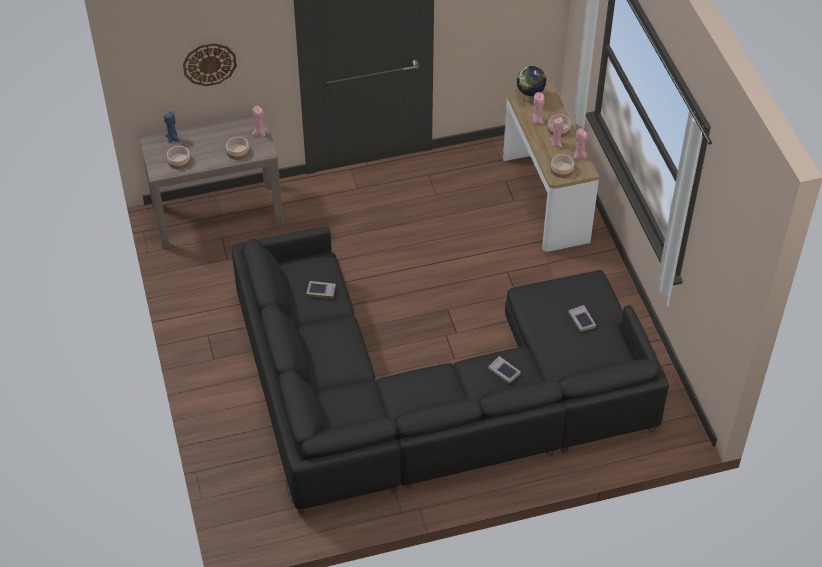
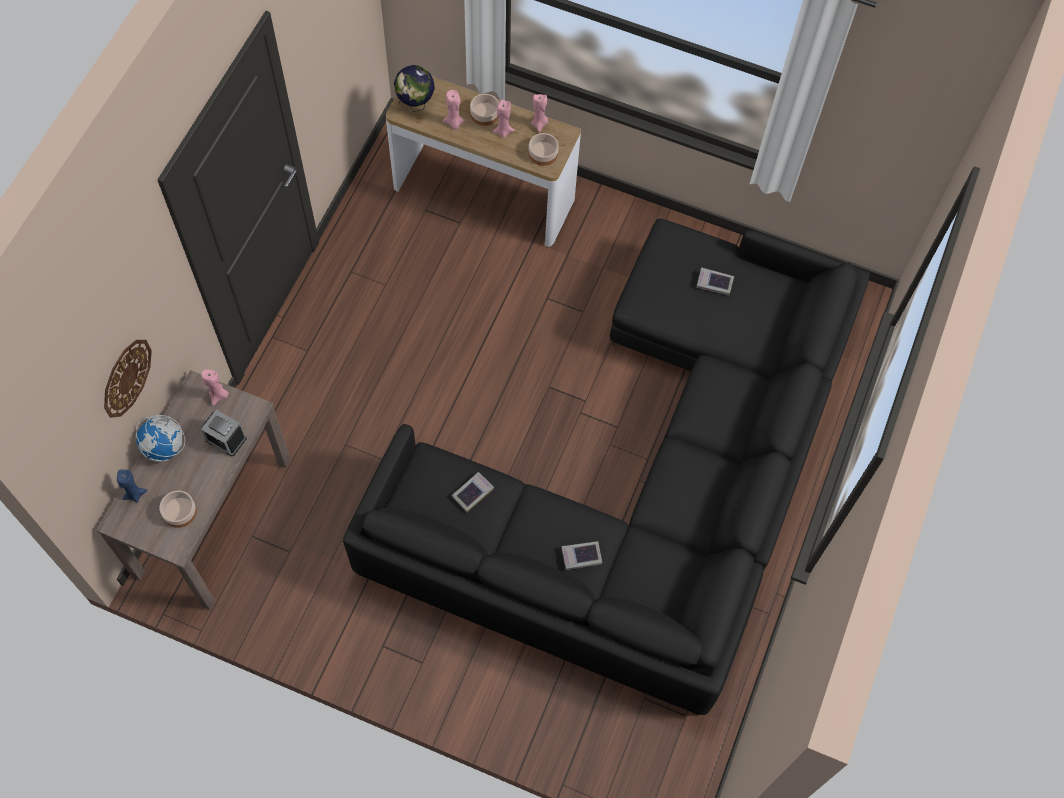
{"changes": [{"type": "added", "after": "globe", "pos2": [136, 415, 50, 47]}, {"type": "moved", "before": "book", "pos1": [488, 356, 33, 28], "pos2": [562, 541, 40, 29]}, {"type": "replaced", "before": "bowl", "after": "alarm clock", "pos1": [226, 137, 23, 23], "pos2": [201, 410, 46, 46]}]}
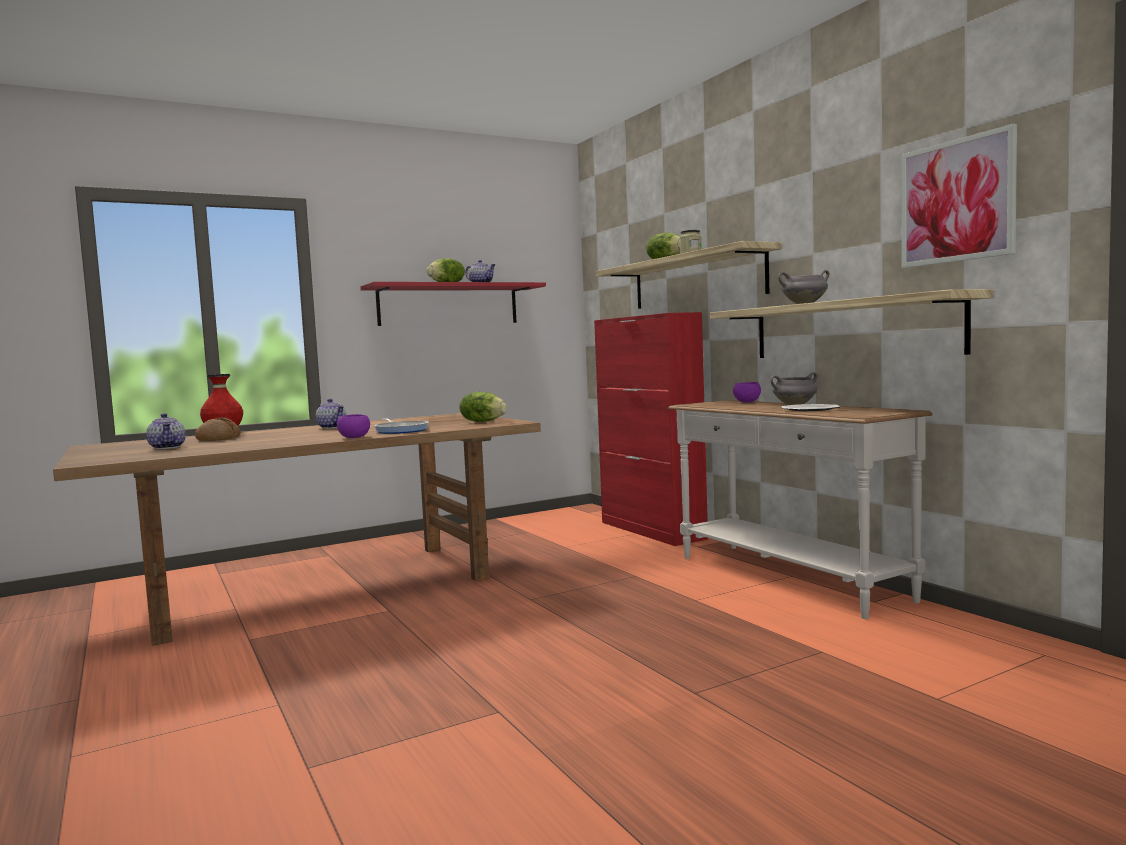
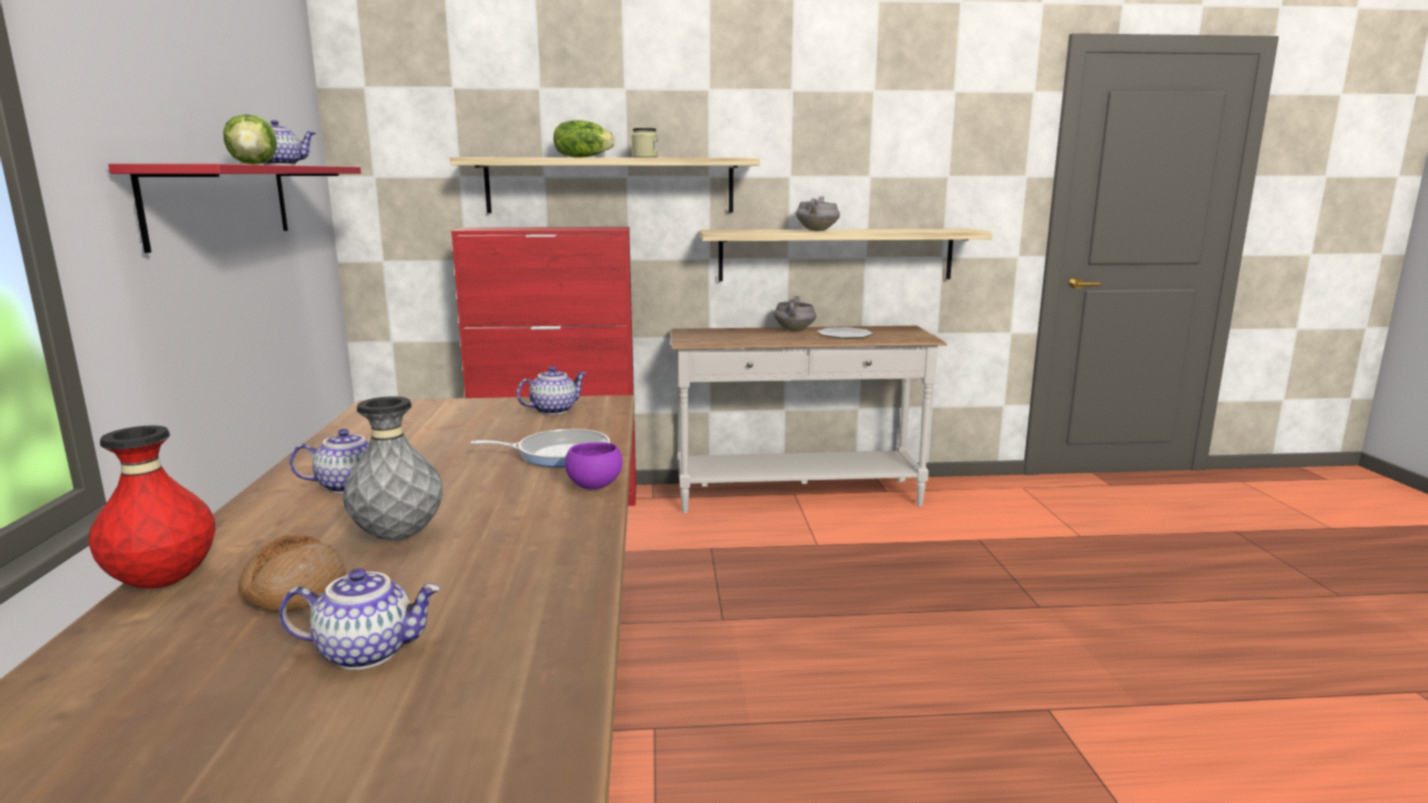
{"changes": [{"type": "removed", "before": "purple bowl", "pos1": [733, 382, 28, 21]}, {"type": "removed", "before": "picture", "pos1": [901, 124, 116, 144]}, {"type": "added", "after": "grey vase", "pos2": [342, 396, 100, 145]}, {"type": "replaced", "before": "lettuce", "after": "teapot", "pos1": [459, 392, 48, 30], "pos2": [517, 366, 70, 49]}]}
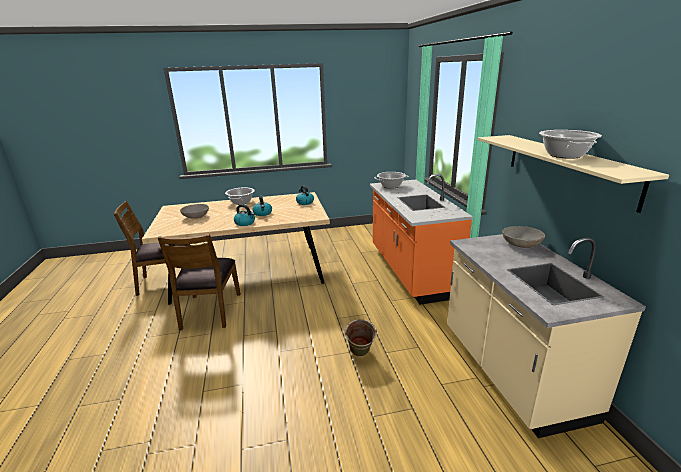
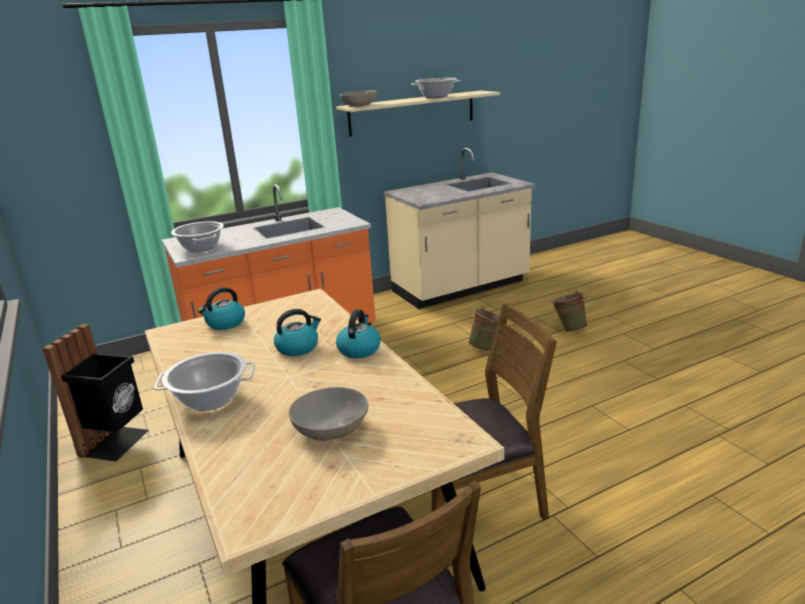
{"changes": [{"type": "added", "after": "black trash can", "pos2": [42, 324, 107, 137]}, {"type": "added", "after": "green bucket", "pos2": [551, 291, 37, 41]}, {"type": "moved", "before": "grey bowl", "pos1": [502, 226, 43, 22], "pos2": [339, 90, 39, 16]}]}
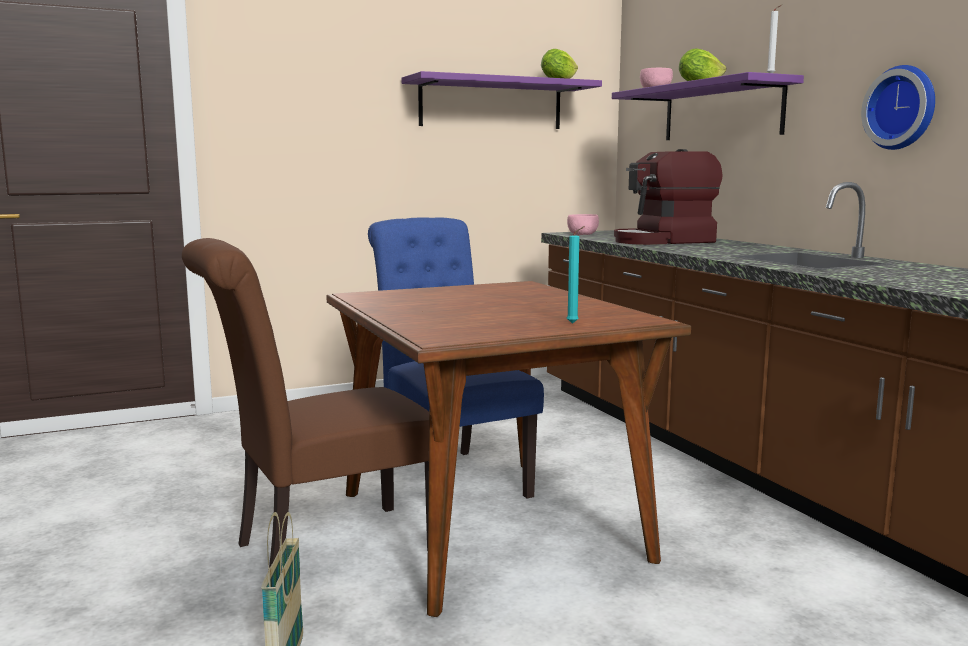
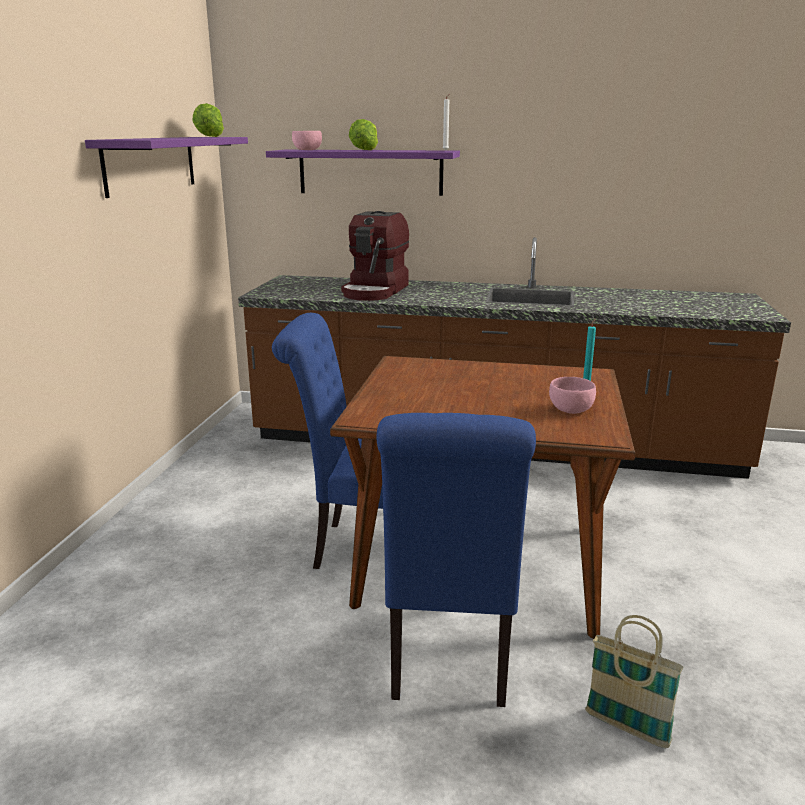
{"changes": [{"type": "removed", "before": "wall clock", "pos1": [861, 65, 74, 85]}, {"type": "moved", "before": "pink bowl", "pos1": [567, 214, 32, 21], "pos2": [549, 377, 47, 37]}, {"type": "recoloured", "before": "brown chair", "after": "blue chair", "pos1": [182, 238, 247, 329], "pos2": [377, 413, 159, 294]}]}
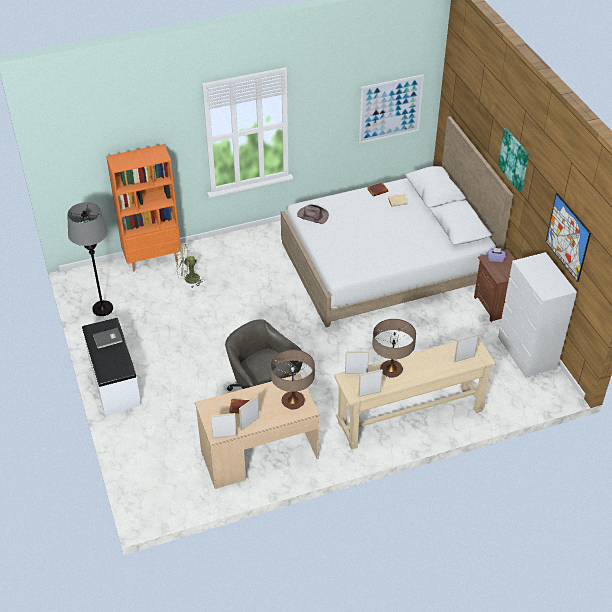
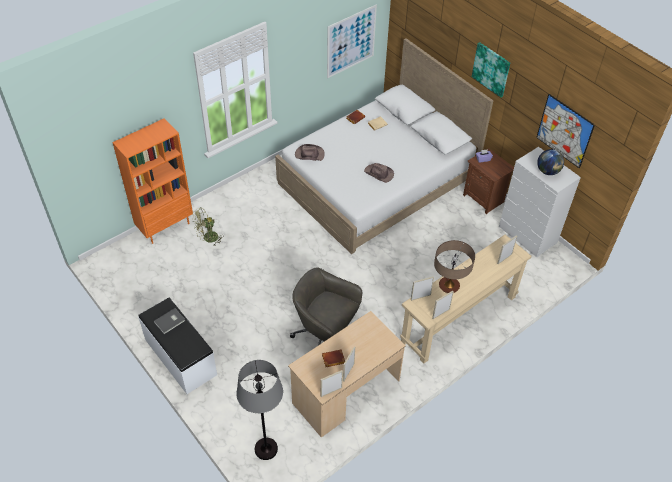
{"changes": [{"type": "removed", "before": "table lamp", "pos1": [271, 350, 44, 59]}, {"type": "added", "after": "brown hat", "pos2": [364, 163, 30, 20]}, {"type": "added", "after": "globe", "pos2": [537, 149, 27, 26]}, {"type": "moved", "before": "grey floor lamp", "pos1": [67, 202, 46, 114], "pos2": [236, 360, 47, 100]}]}
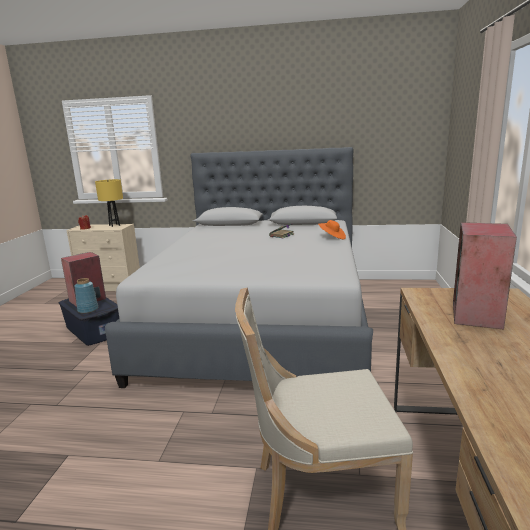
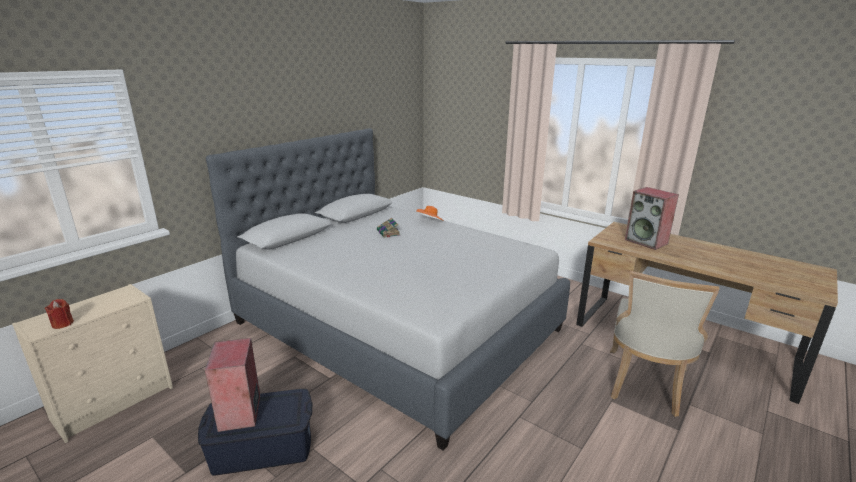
{"changes": [{"type": "removed", "before": "blue vase", "pos1": [74, 278, 24, 36]}, {"type": "removed", "before": "yellow table lamp", "pos1": [95, 179, 28, 48]}]}
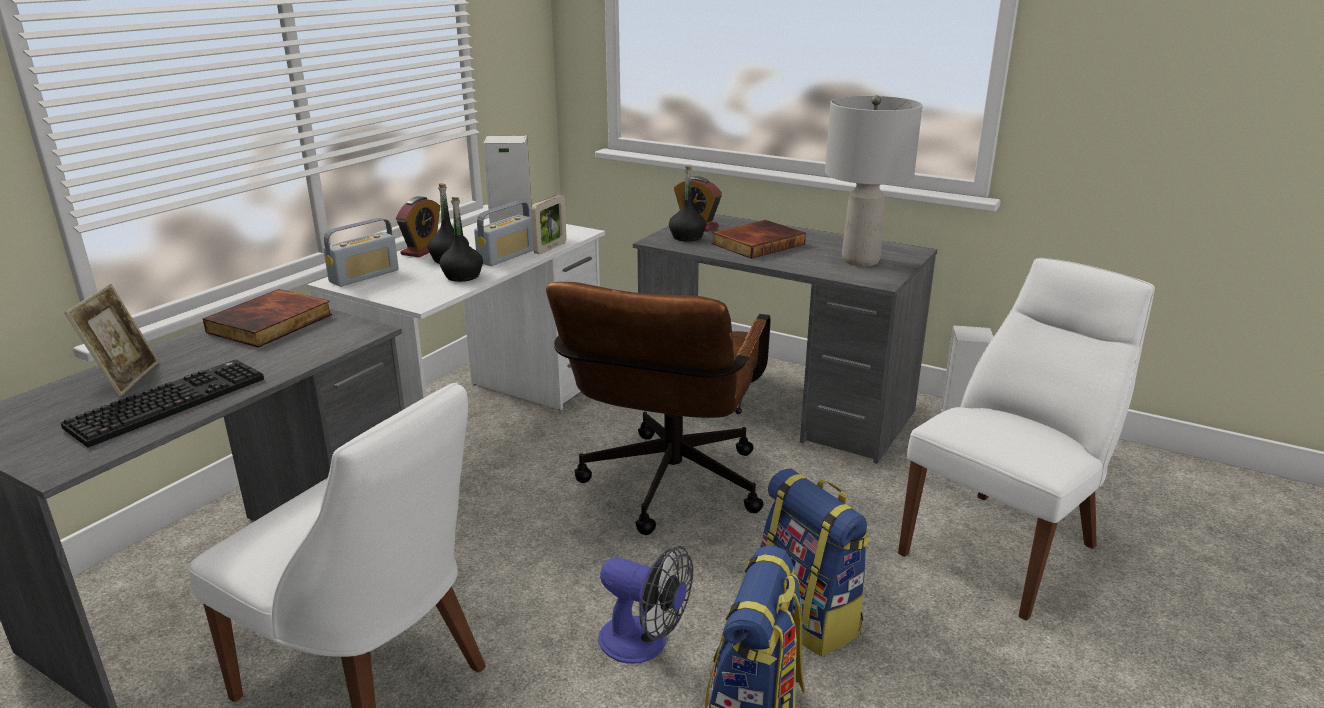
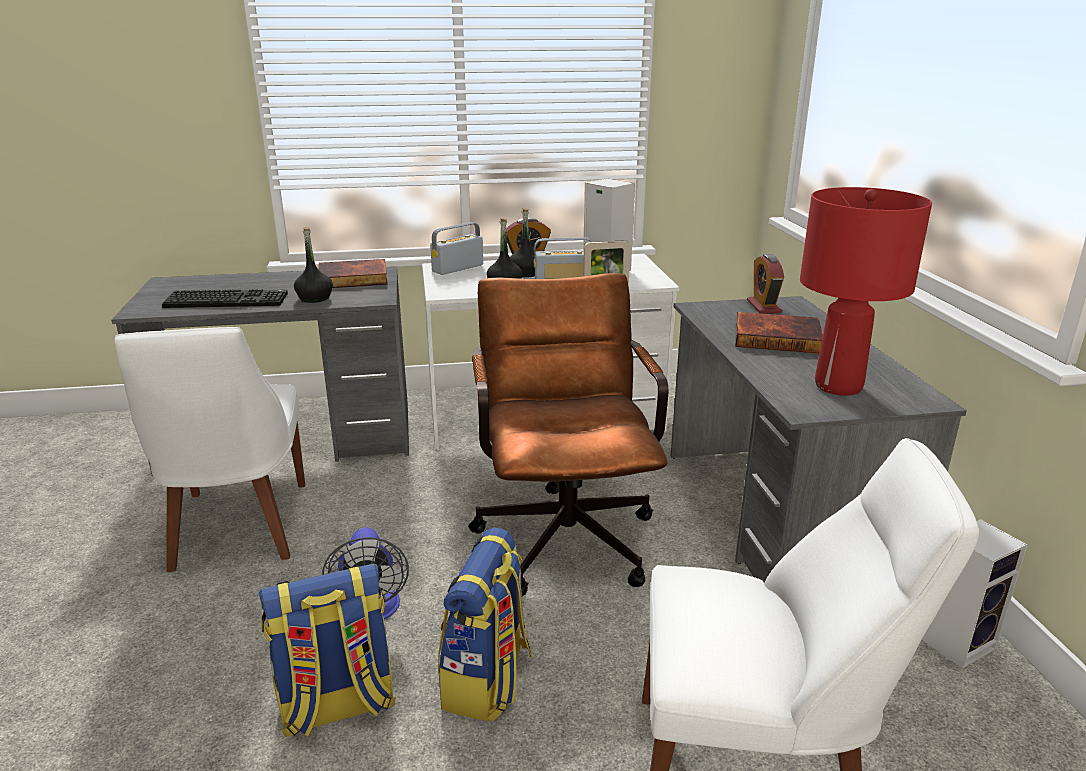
{"changes": [{"type": "removed", "before": "picture frame", "pos1": [64, 284, 95, 112]}, {"type": "moved", "before": "black bottle", "pos1": [669, 166, 37, 76], "pos2": [294, 227, 39, 76]}, {"type": "recoloured", "before": "grey table lamp", "after": "red table lamp", "pos1": [825, 95, 98, 171], "pos2": [800, 187, 132, 209]}, {"type": "turned", "before": "radio", "pos1": [323, 218, 76, 69], "pos2": [430, 222, 53, 53], "turn": 135}, {"type": "turned", "before": "brown office chair", "pos1": [546, 282, 224, 253], "pos2": [468, 273, 200, 323], "turn": 105}]}
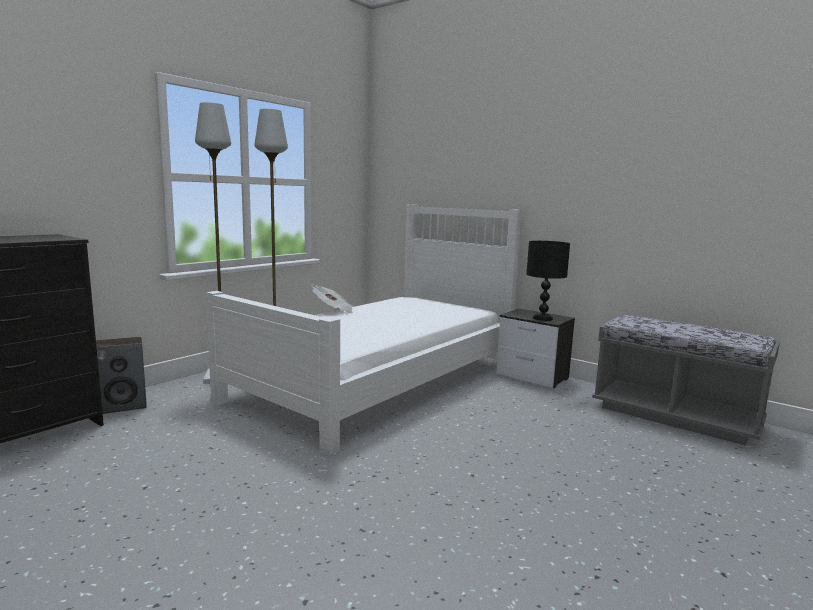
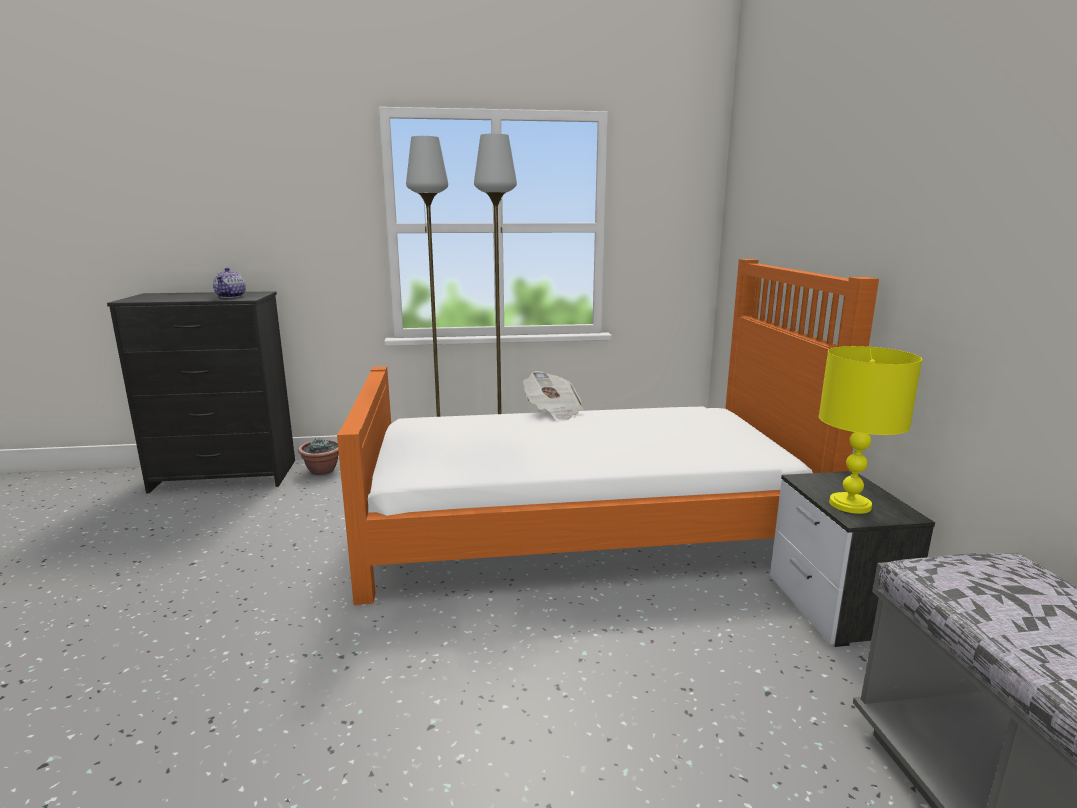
{"changes": [{"type": "added", "after": "teapot", "pos2": [213, 268, 33, 30]}, {"type": "replaced", "before": "speaker", "after": "potted plant", "pos1": [96, 337, 51, 77], "pos2": [298, 439, 41, 36]}, {"type": "recoloured", "before": "white bed", "after": "orange bed", "pos1": [206, 204, 317, 252], "pos2": [337, 259, 542, 346]}, {"type": "recoloured", "before": "black table lamp", "after": "yellow table lamp", "pos1": [526, 241, 44, 80], "pos2": [819, 346, 103, 168]}]}
